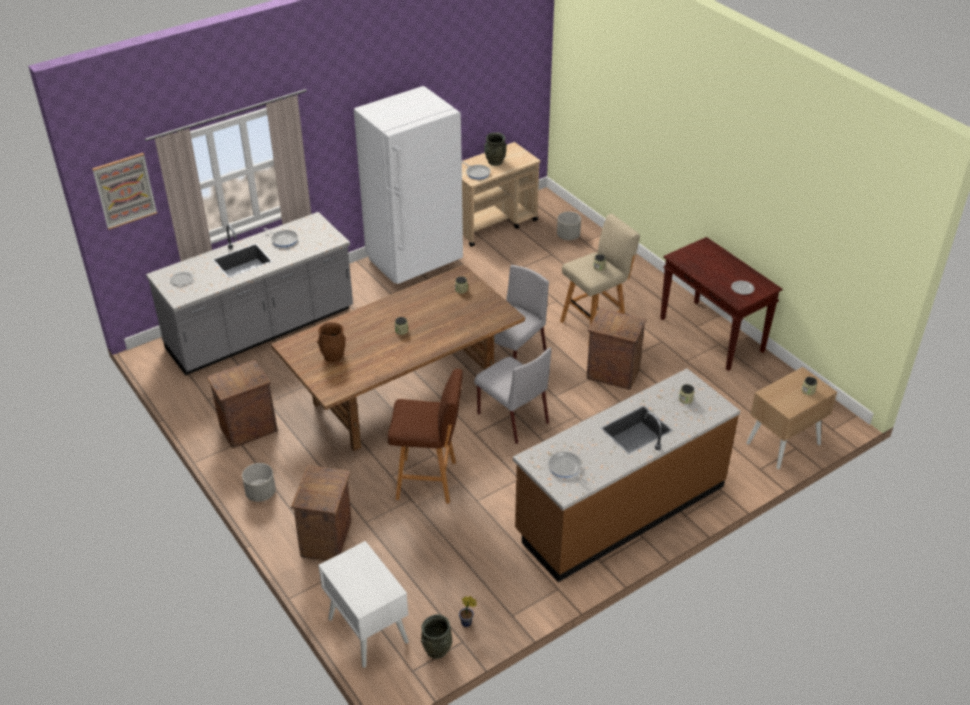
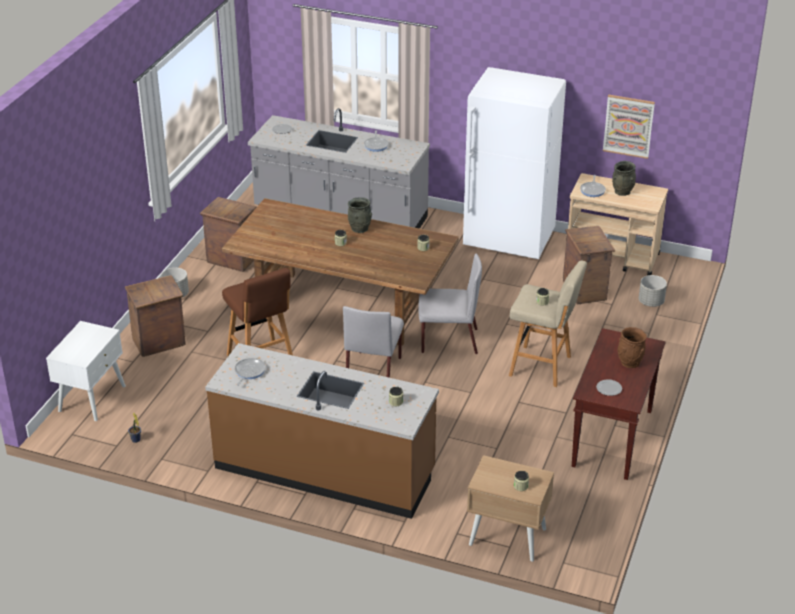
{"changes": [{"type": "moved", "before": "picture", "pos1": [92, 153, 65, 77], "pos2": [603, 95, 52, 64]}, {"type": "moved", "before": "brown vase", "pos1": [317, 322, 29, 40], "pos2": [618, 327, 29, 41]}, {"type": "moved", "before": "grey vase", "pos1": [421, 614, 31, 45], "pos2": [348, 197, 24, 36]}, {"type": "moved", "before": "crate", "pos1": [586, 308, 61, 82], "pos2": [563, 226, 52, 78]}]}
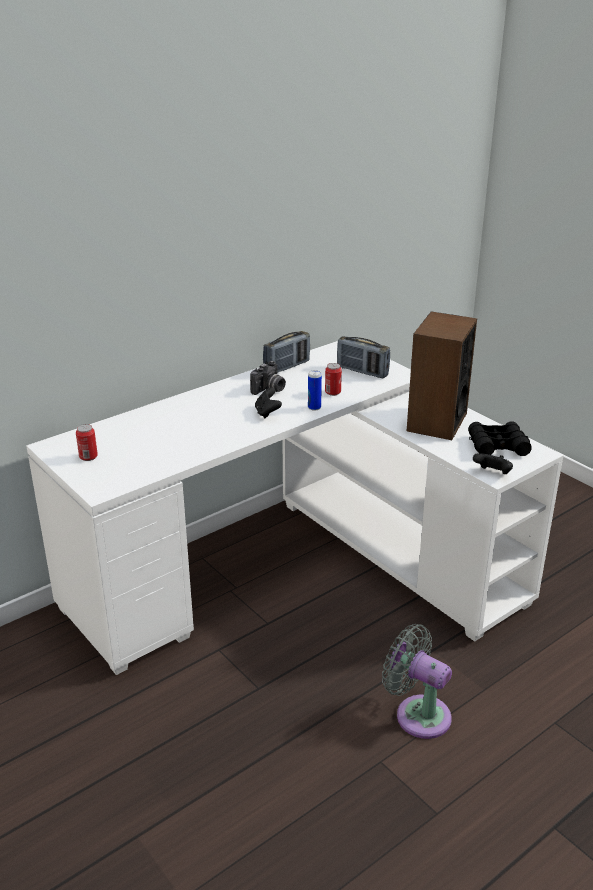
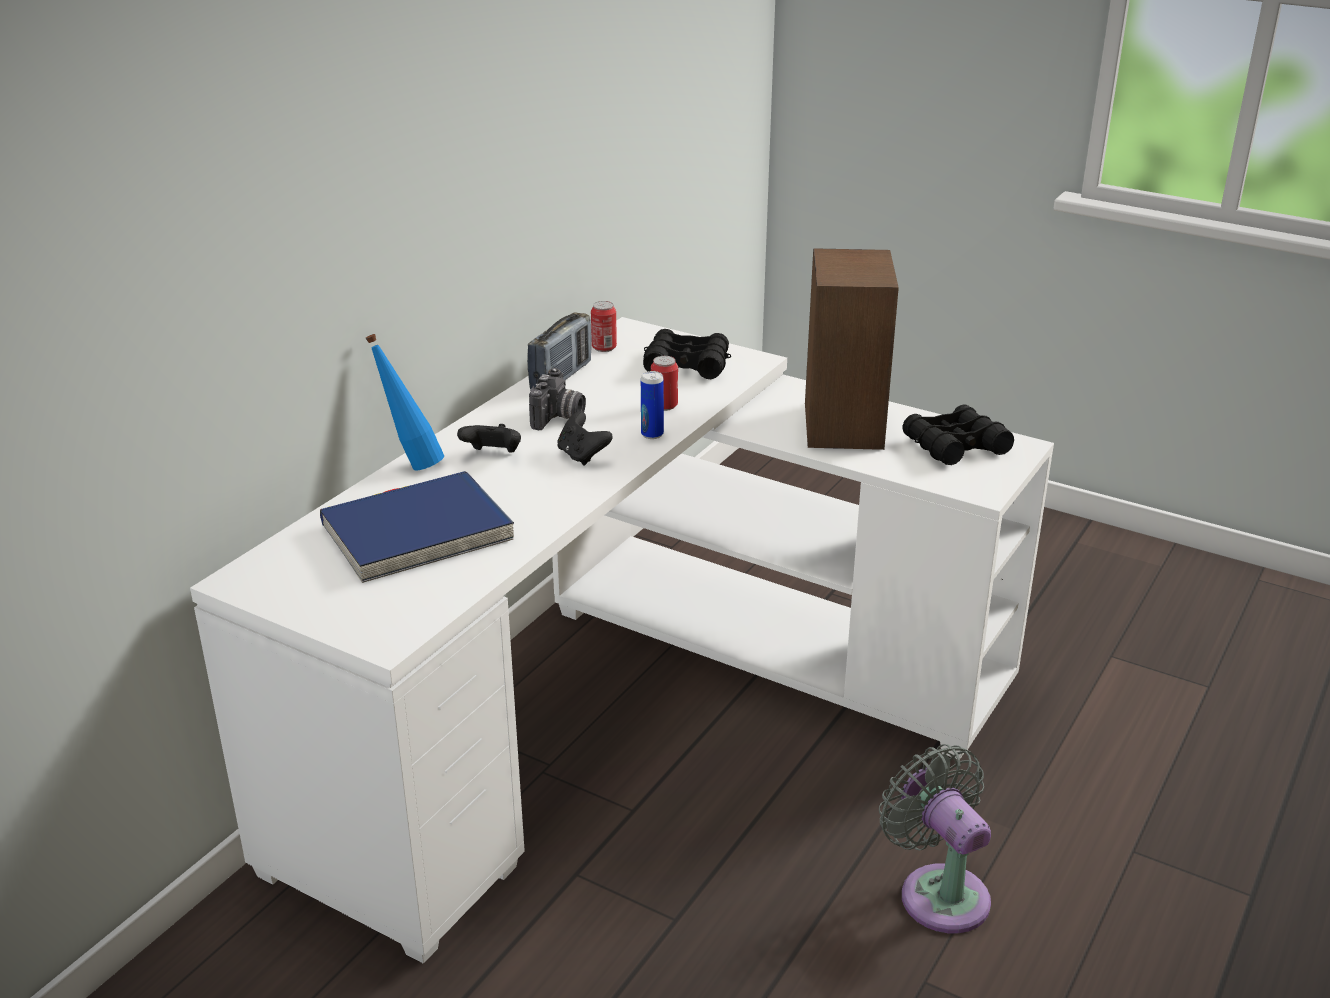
{"changes": [{"type": "added", "after": "blue book", "pos2": [320, 471, 194, 112]}, {"type": "added", "after": "blue bottle", "pos2": [365, 334, 79, 136]}, {"type": "moved", "before": "can", "pos1": [76, 424, 22, 37], "pos2": [591, 301, 26, 51]}, {"type": "moved", "before": "black game controller", "pos1": [473, 453, 40, 21], "pos2": [457, 424, 64, 29]}, {"type": "replaced", "before": "radio", "after": "black binoculars", "pos1": [337, 336, 53, 42], "pos2": [643, 329, 88, 50]}, {"type": "turned", "before": "grey fan", "pos1": [382, 624, 70, 115], "pos2": [879, 744, 112, 189], "turn": 45}]}
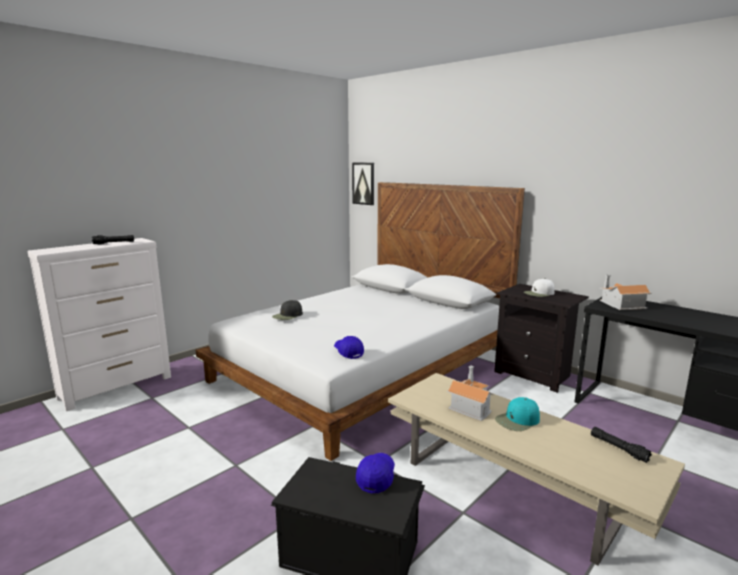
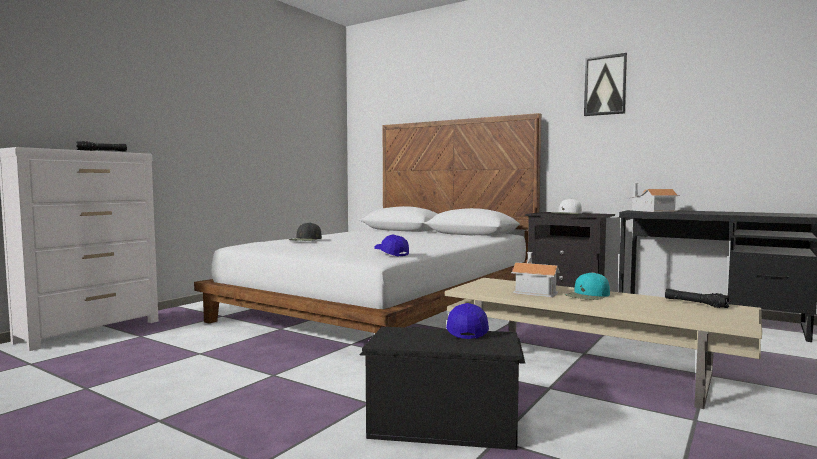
{"changes": [{"type": "moved", "before": "picture", "pos1": [352, 163, 22, 42], "pos2": [584, 53, 44, 63]}]}
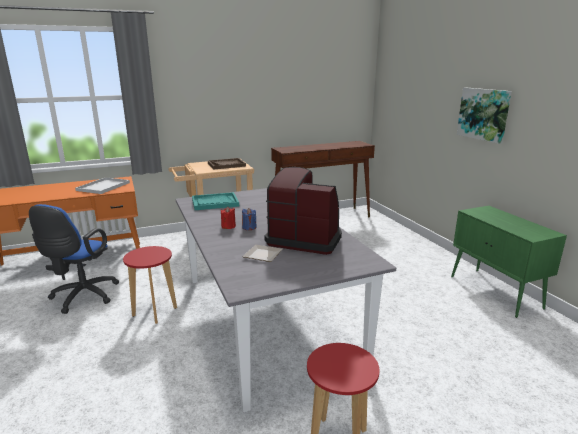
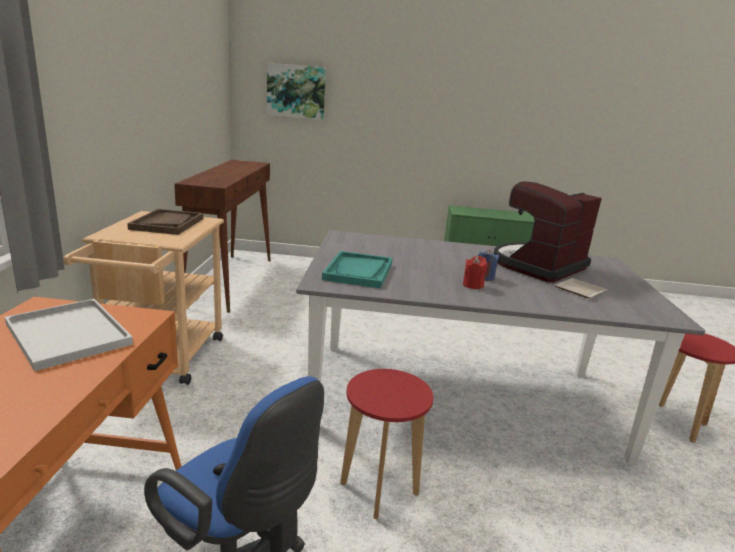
{"changes": [{"type": "moved", "before": "picture", "pos1": [457, 88, 55, 56], "pos2": [267, 63, 59, 57]}]}
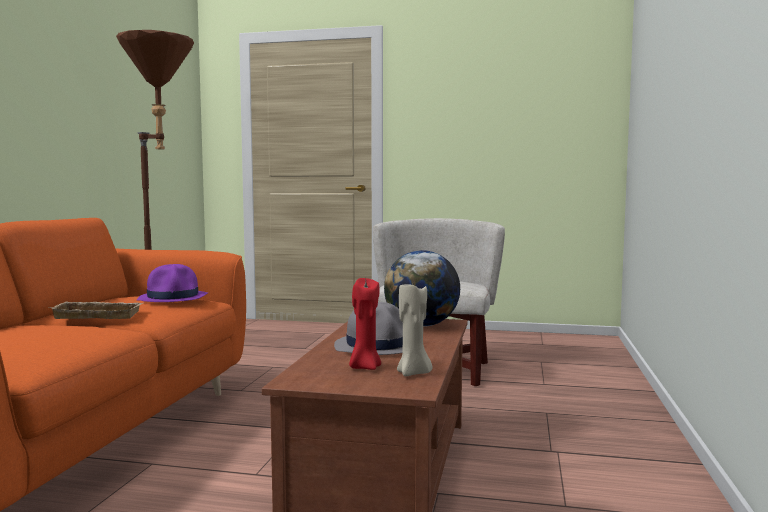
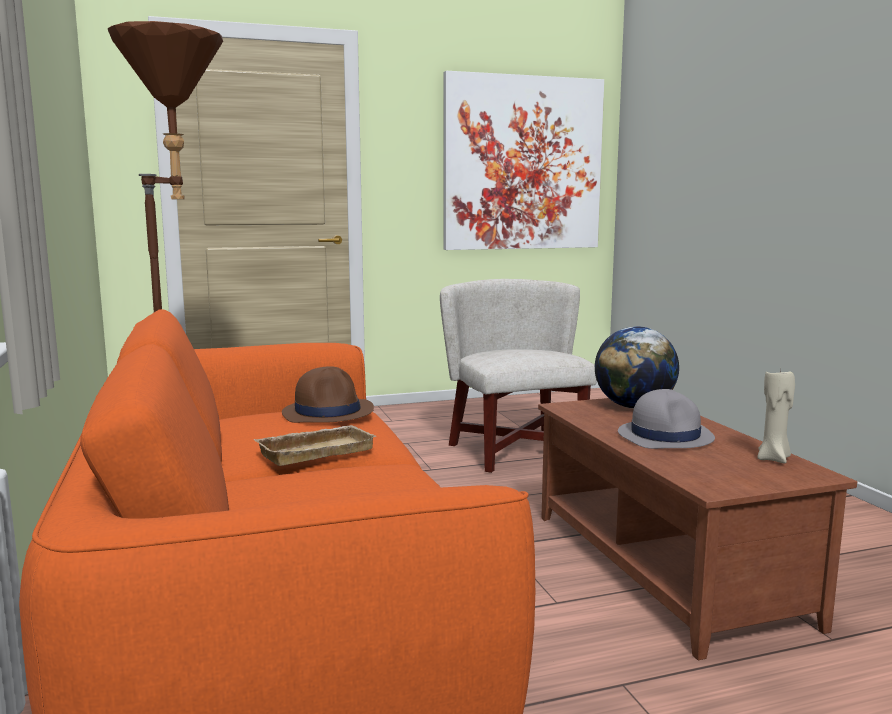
{"changes": [{"type": "removed", "before": "red candle", "pos1": [349, 278, 32, 92]}, {"type": "added", "after": "picture", "pos2": [444, 71, 160, 179]}, {"type": "recoloured", "before": "purple hat", "after": "brown hat", "pos1": [137, 264, 71, 38], "pos2": [282, 366, 92, 57]}]}
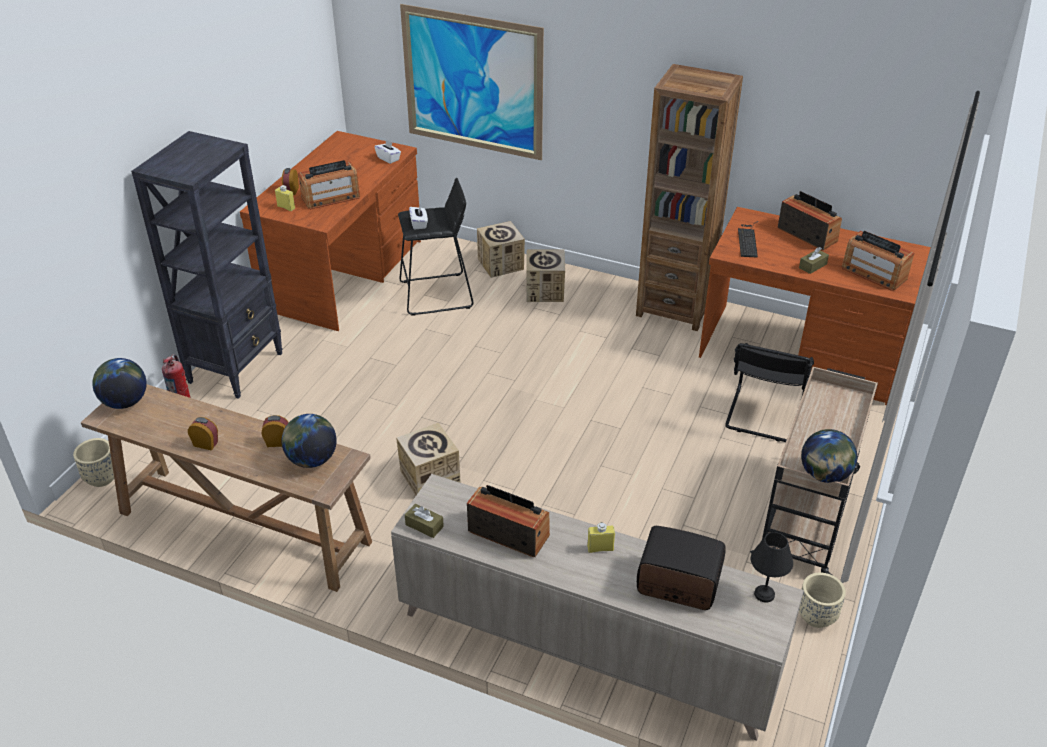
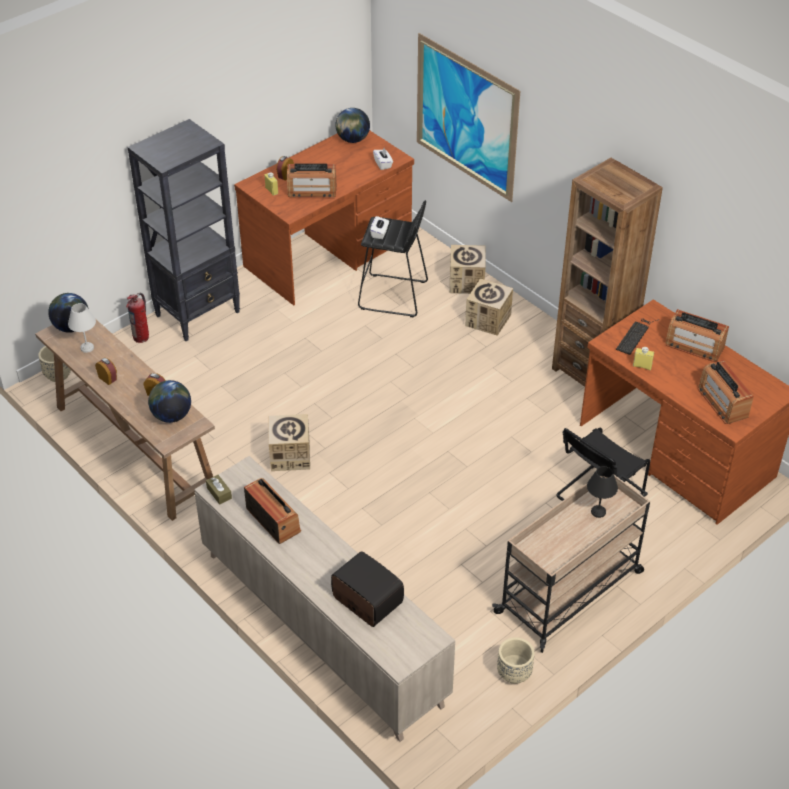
{"changes": [{"type": "removed", "before": "brown tissue box", "pos1": [799, 247, 30, 27]}, {"type": "added", "after": "white table lamp", "pos2": [68, 303, 28, 50]}, {"type": "moved", "before": "yellow bottle", "pos1": [587, 522, 28, 31], "pos2": [633, 347, 21, 23]}, {"type": "moved", "before": "black table lamp", "pos1": [751, 532, 42, 71], "pos2": [587, 466, 31, 52]}, {"type": "moved", "before": "globe", "pos1": [801, 429, 56, 54], "pos2": [335, 108, 35, 35]}, {"type": "turned", "before": "radio", "pos1": [778, 191, 64, 59], "pos2": [665, 309, 64, 53], "turn": 135}]}
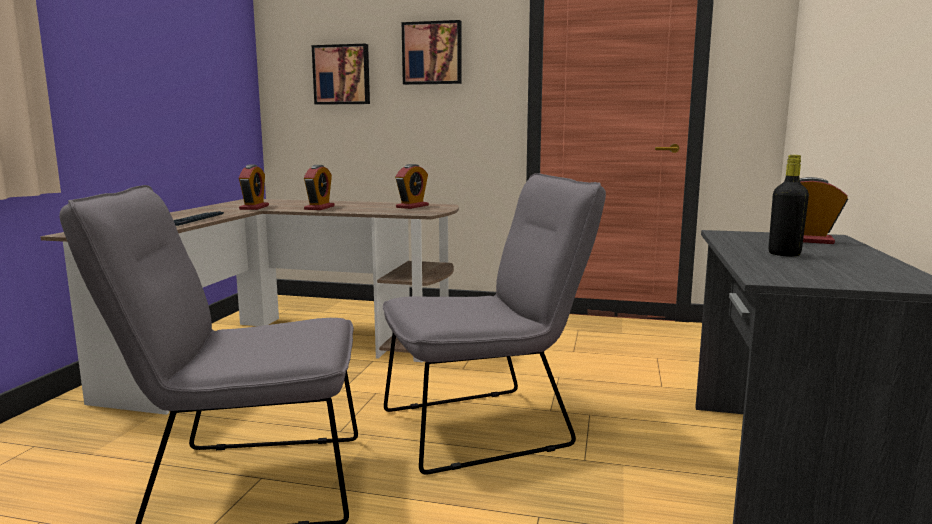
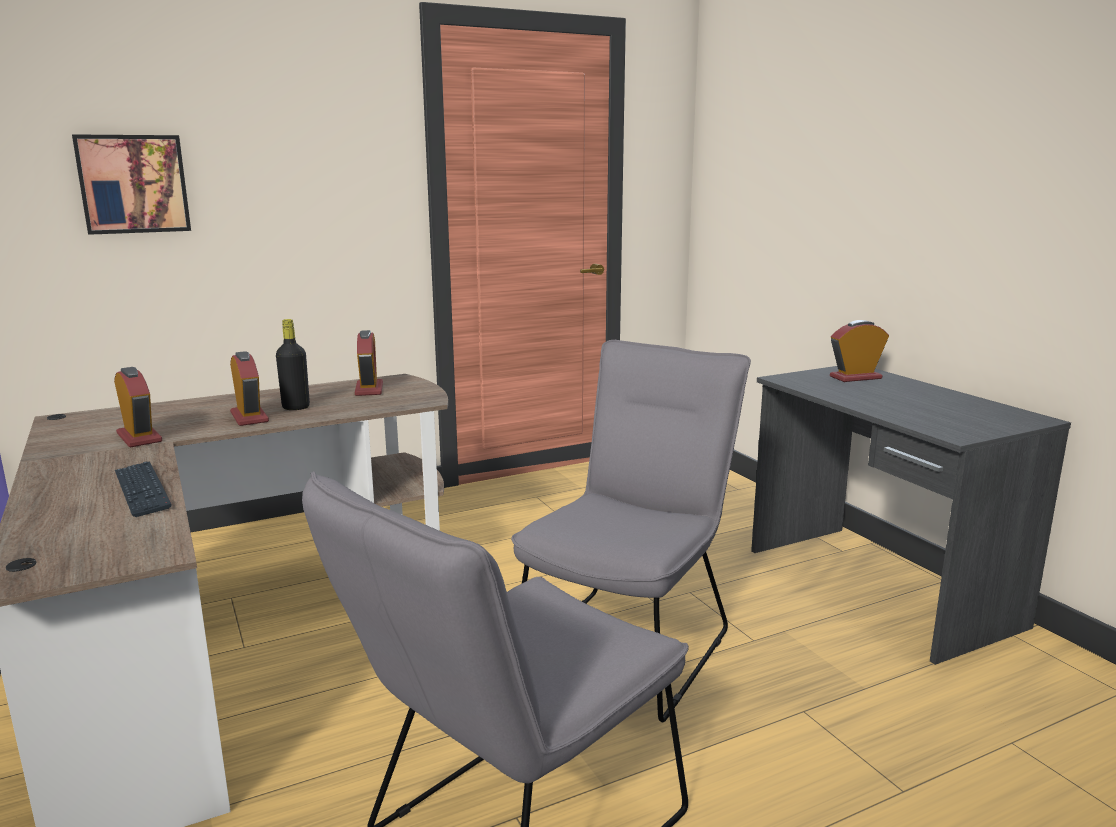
{"changes": [{"type": "removed", "before": "picture", "pos1": [402, 20, 60, 65]}, {"type": "moved", "before": "black bottle", "pos1": [768, 155, 41, 102], "pos2": [276, 319, 34, 91]}]}
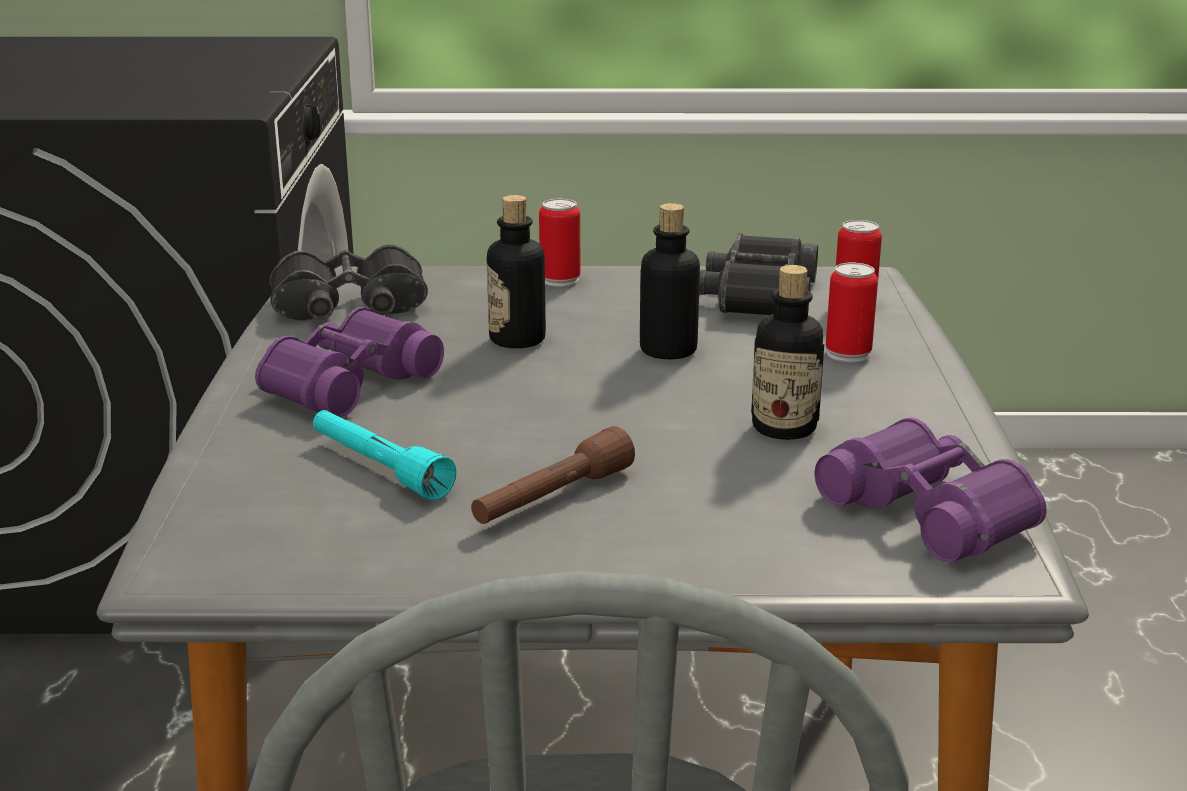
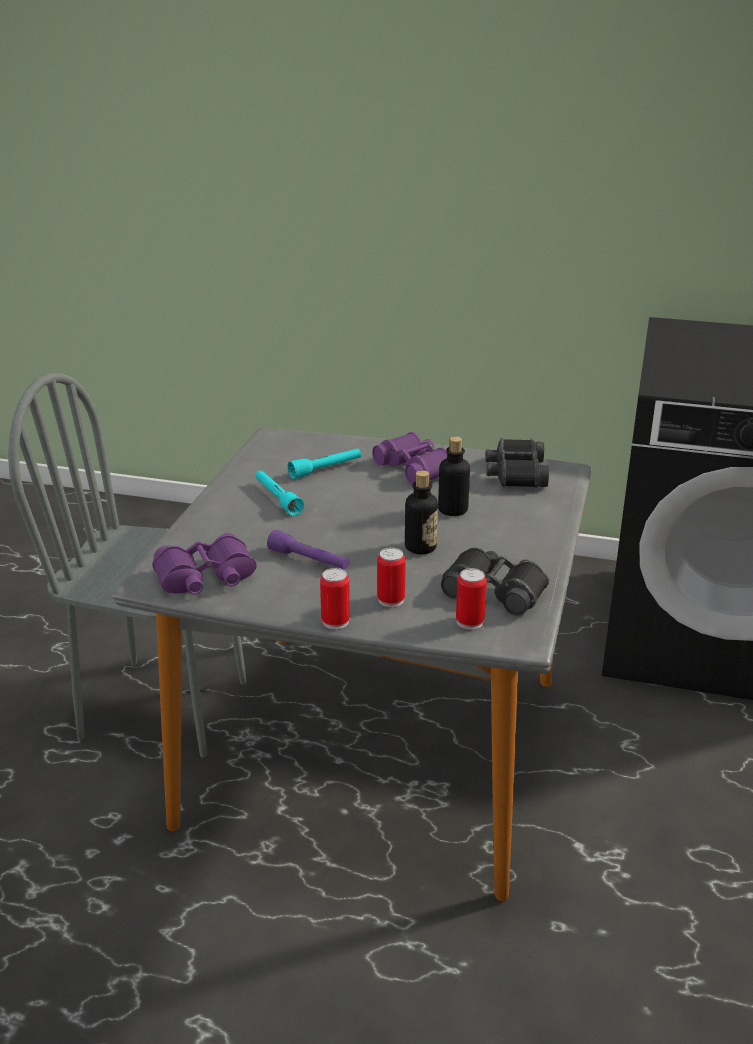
{"changes": [{"type": "moved", "before": "can", "pos1": [539, 199, 41, 88], "pos2": [320, 568, 30, 61]}, {"type": "replaced", "before": "bottle", "after": "purple flashlight", "pos1": [751, 265, 73, 175], "pos2": [267, 530, 82, 39]}, {"type": "recoloured", "before": "brown flashlight", "after": "turquoise flashlight", "pos1": [471, 426, 164, 98], "pos2": [255, 470, 49, 46]}]}
